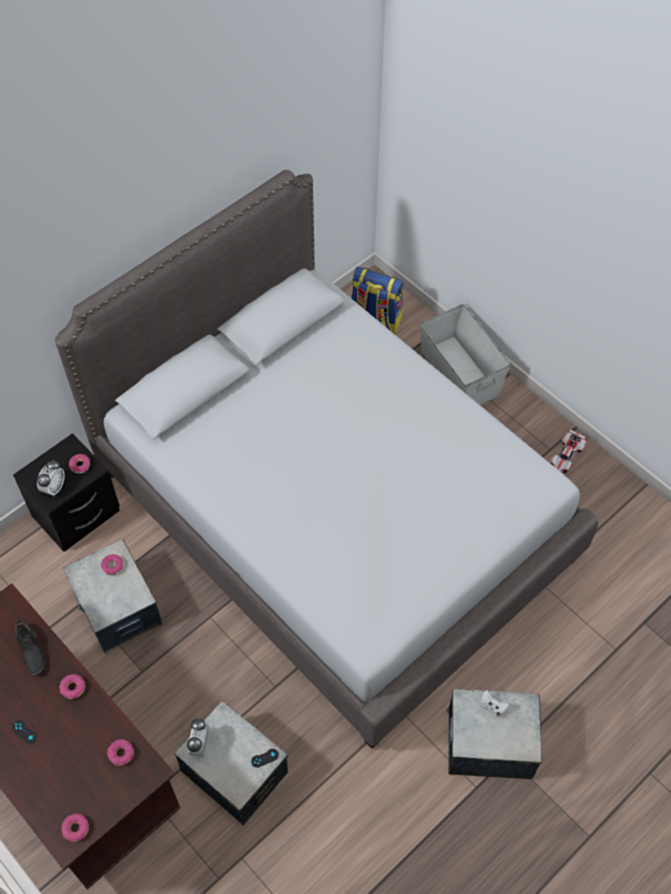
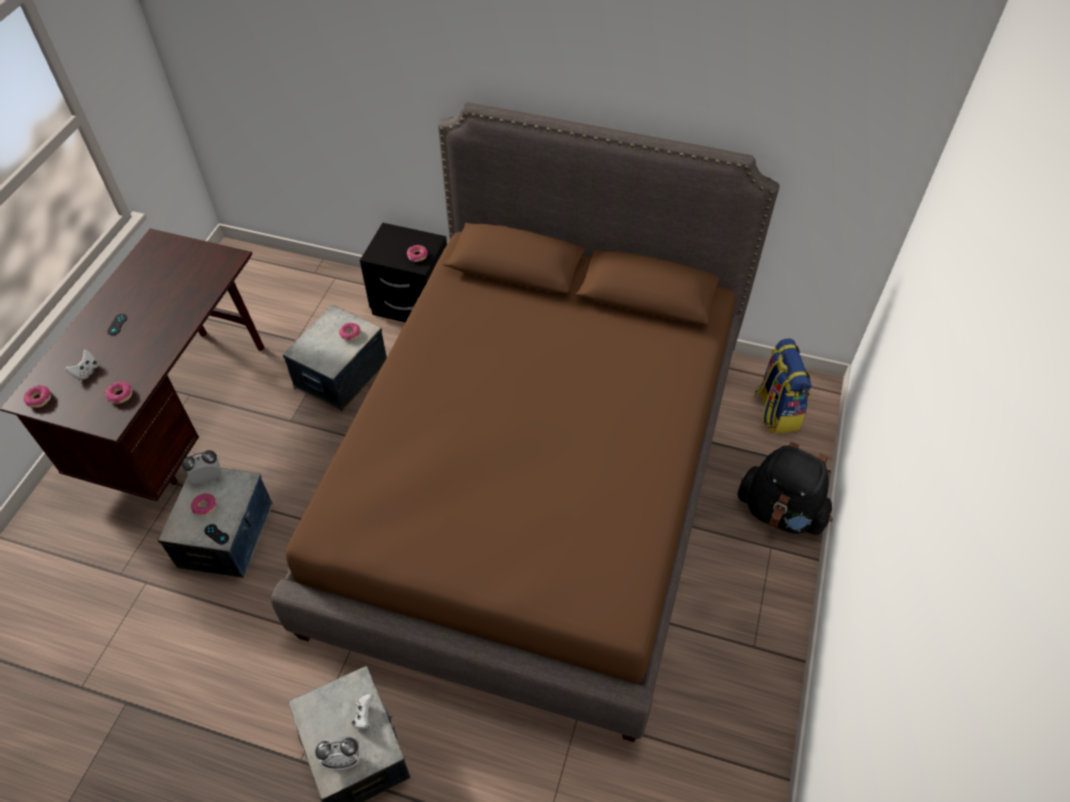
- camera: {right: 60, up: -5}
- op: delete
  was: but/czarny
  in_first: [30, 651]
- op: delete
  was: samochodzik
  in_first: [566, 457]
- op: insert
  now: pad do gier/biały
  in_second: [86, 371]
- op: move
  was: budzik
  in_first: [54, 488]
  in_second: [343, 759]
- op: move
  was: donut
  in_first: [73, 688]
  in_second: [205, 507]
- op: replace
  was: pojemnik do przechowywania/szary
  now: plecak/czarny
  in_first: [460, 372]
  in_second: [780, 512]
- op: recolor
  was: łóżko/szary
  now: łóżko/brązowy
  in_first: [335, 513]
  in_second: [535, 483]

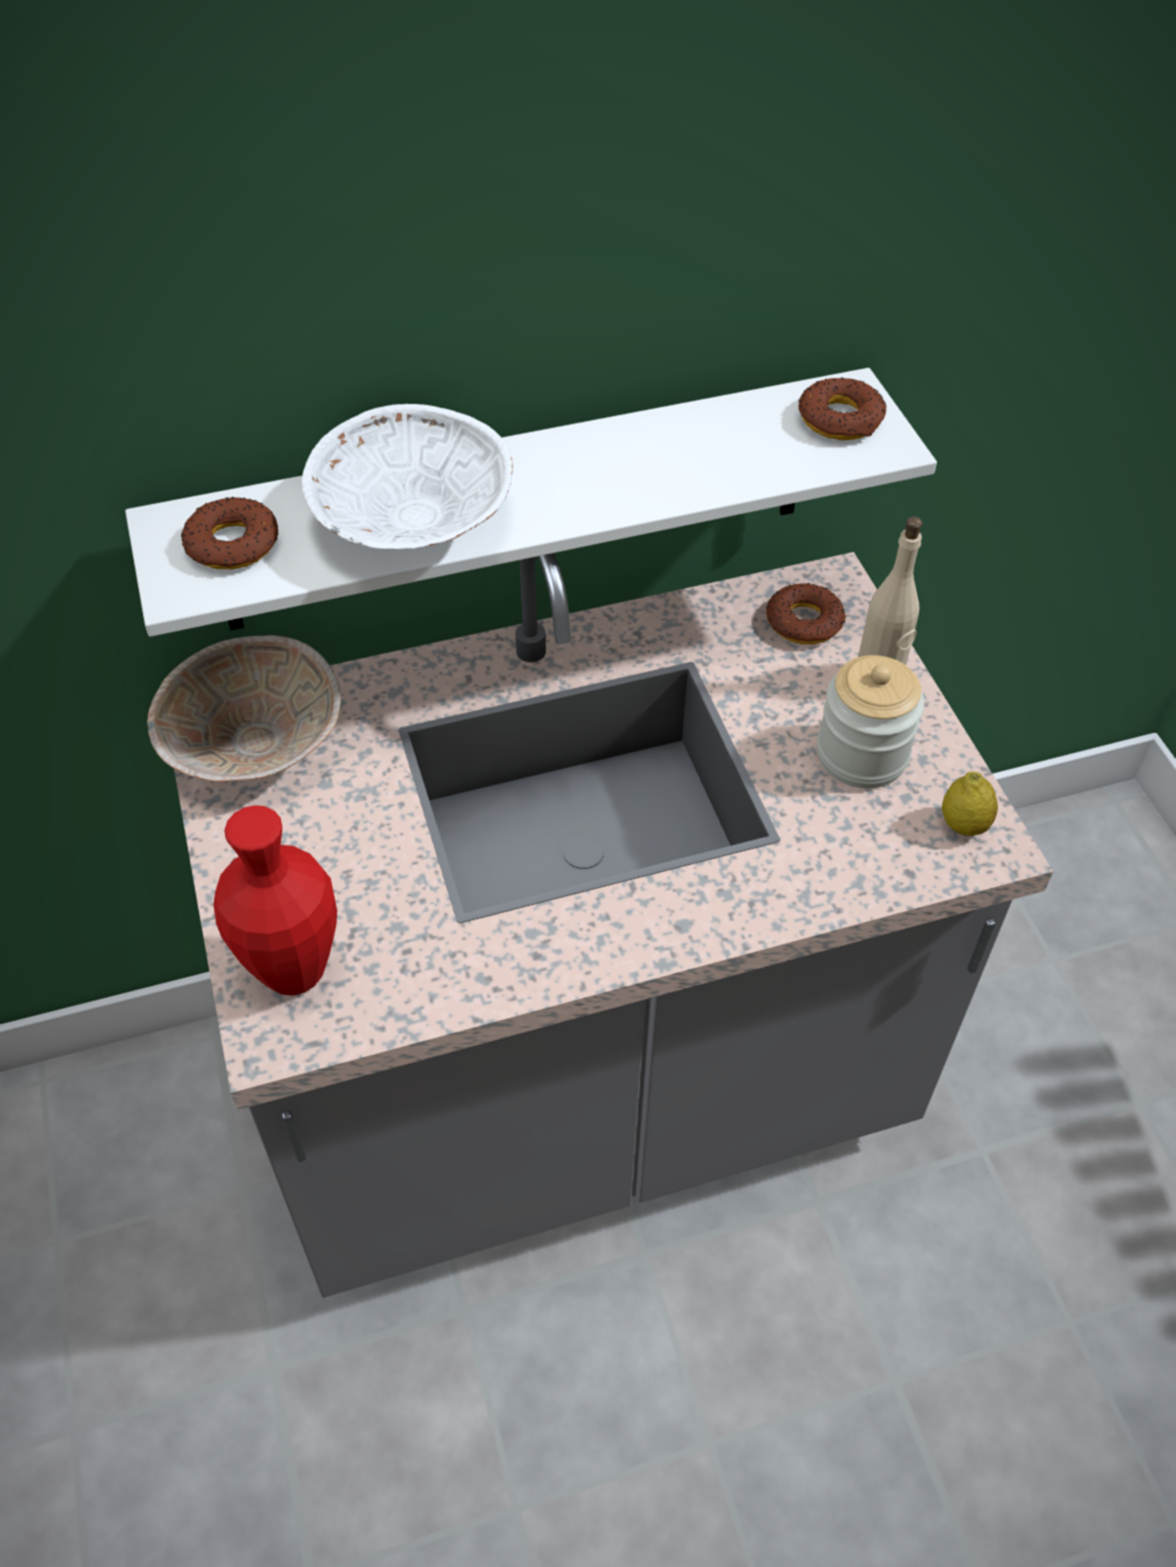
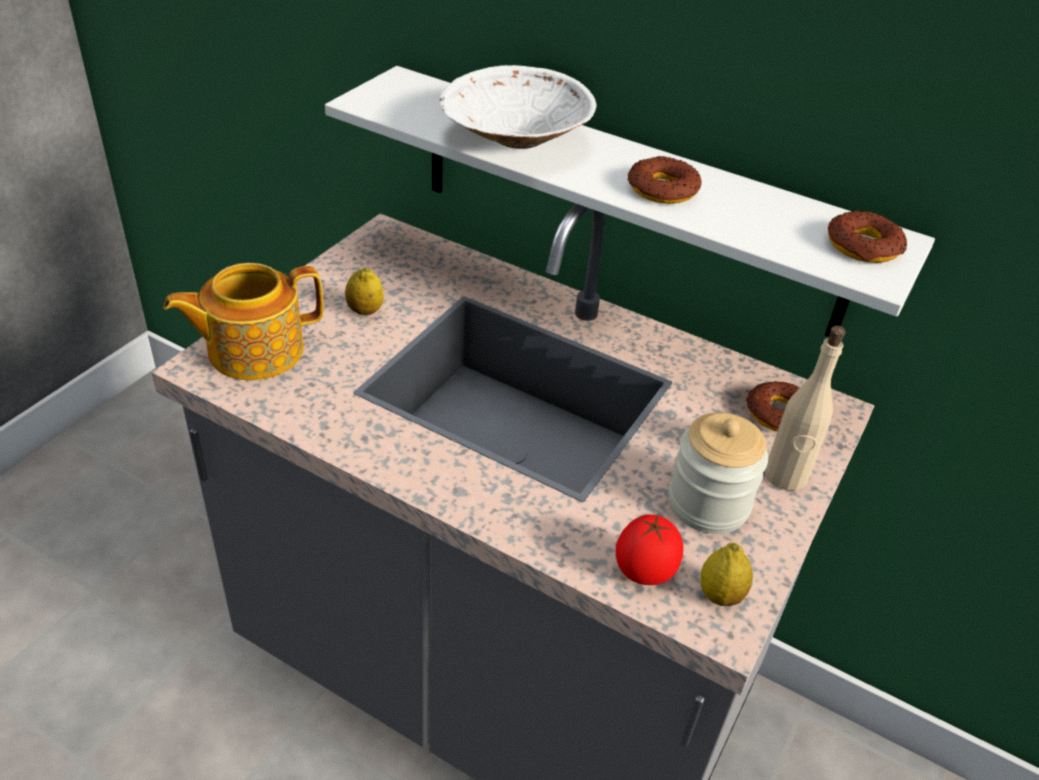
- camera: {right: 45, up: -10}
- op: delete
  was: miska/beżowy
  in_first: [252, 742]
- op: insert
  now: cytryna
  in_second: [365, 311]
- op: insert
  now: pomidor
  in_second: [643, 572]
- op: move
  was: donut
  in_first: [232, 544]
  in_second: [662, 189]
- op: replace
  was: wazon/czerwony
  now: imbryk
  in_first: [294, 971]
  in_second: [253, 350]

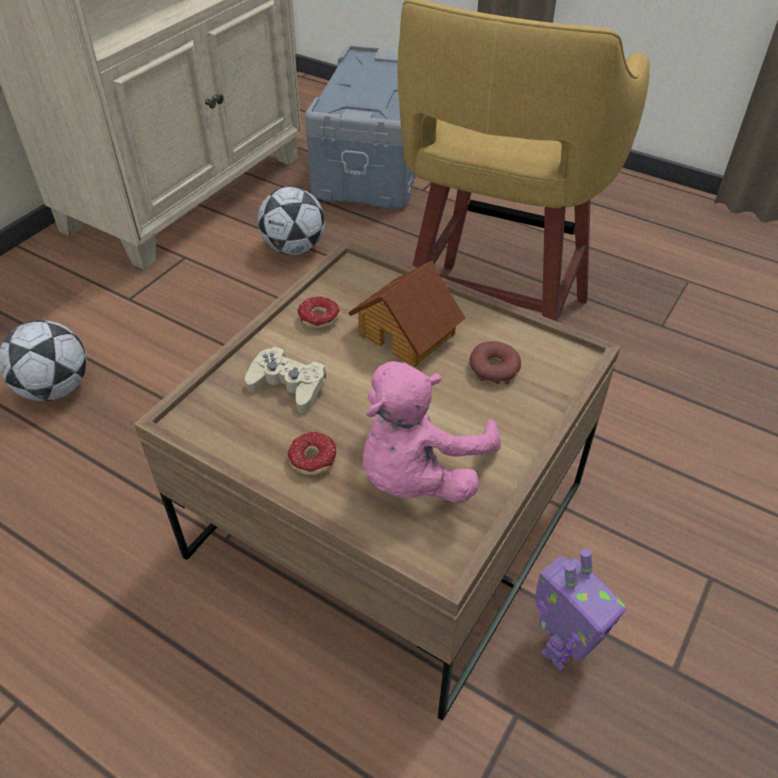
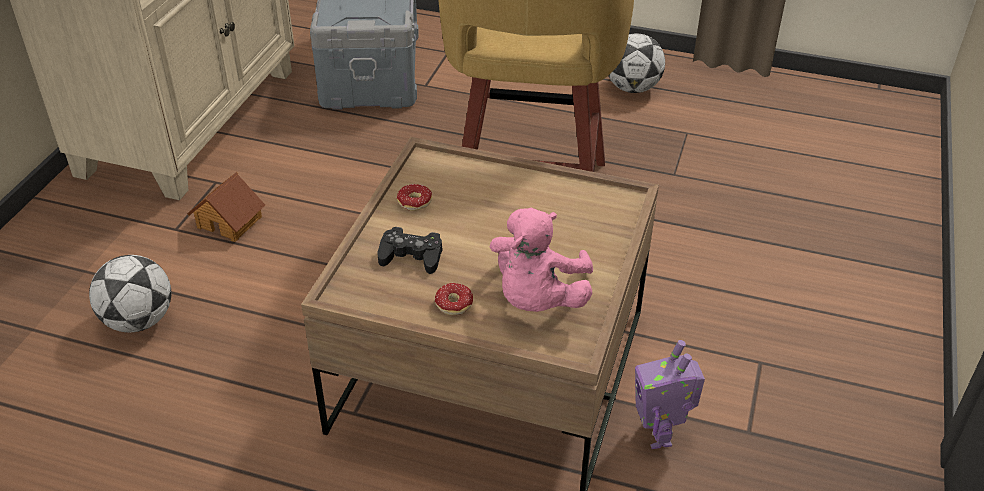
- camera: {right: -15, up: -5}
- op: delete
  was: donut
  in_first: [494, 369]
- op: move
  was: piłka futbolowa
  in_first: [294, 248]
  in_second: [632, 88]
- op: move
  was: domek
  in_first: [408, 333]
  in_second: [230, 221]
- op: recolor
  was: pad do gier/beżowy
  now: pad do gier/czarny
  in_first: [288, 385]
  in_second: [411, 256]
- op: rotate
  was: robot zabawkowy
  in_first: [561, 647]
  in_second: [659, 434]
  clockwise: 135

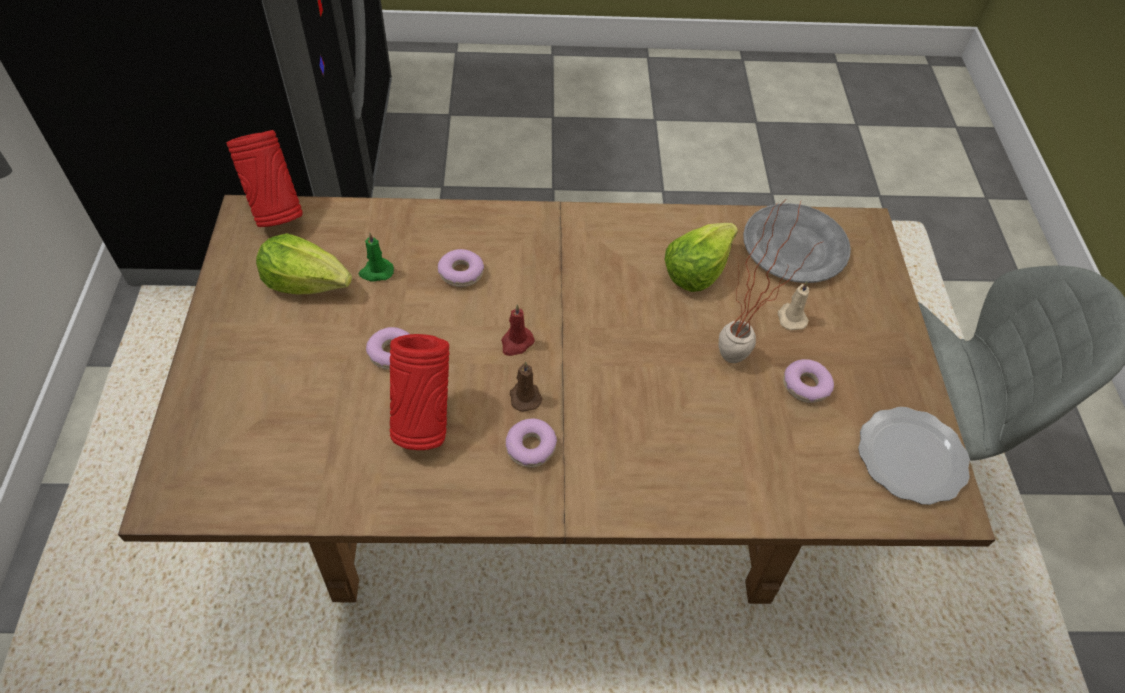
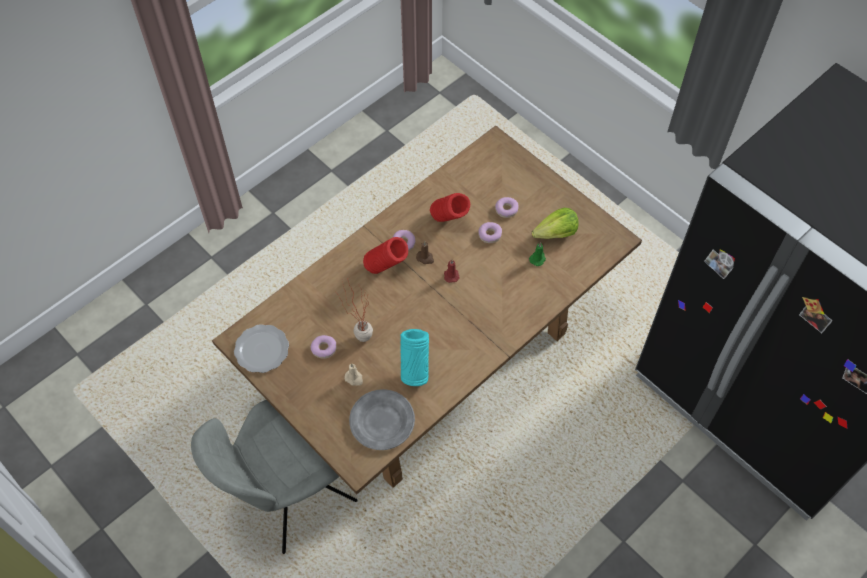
- camera: {right: 140, up: 5}
- op: move
  was: wazon/czerwony
  in_first: [276, 213]
  in_second: [386, 269]
- op: move
  was: donut
  in_first: [461, 273]
  in_second: [506, 209]
- op: replace
  was: sałata
  now: wazon/turkusowy
  in_first: [696, 269]
  in_second: [415, 370]

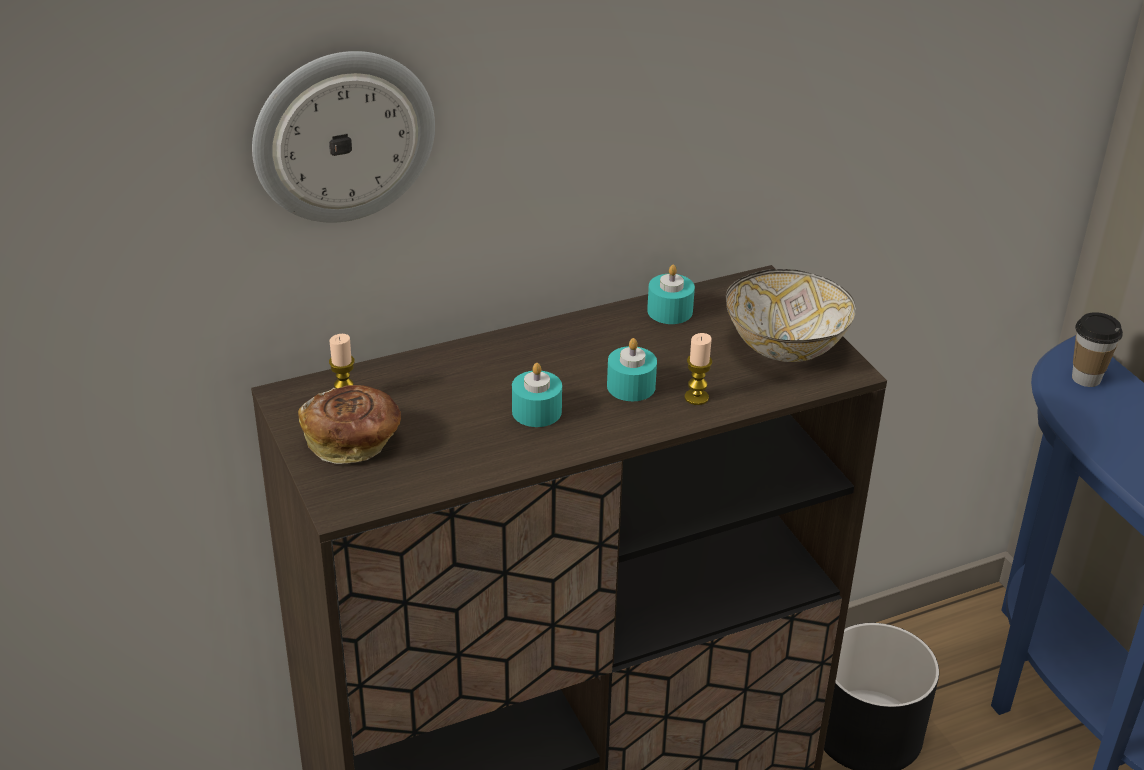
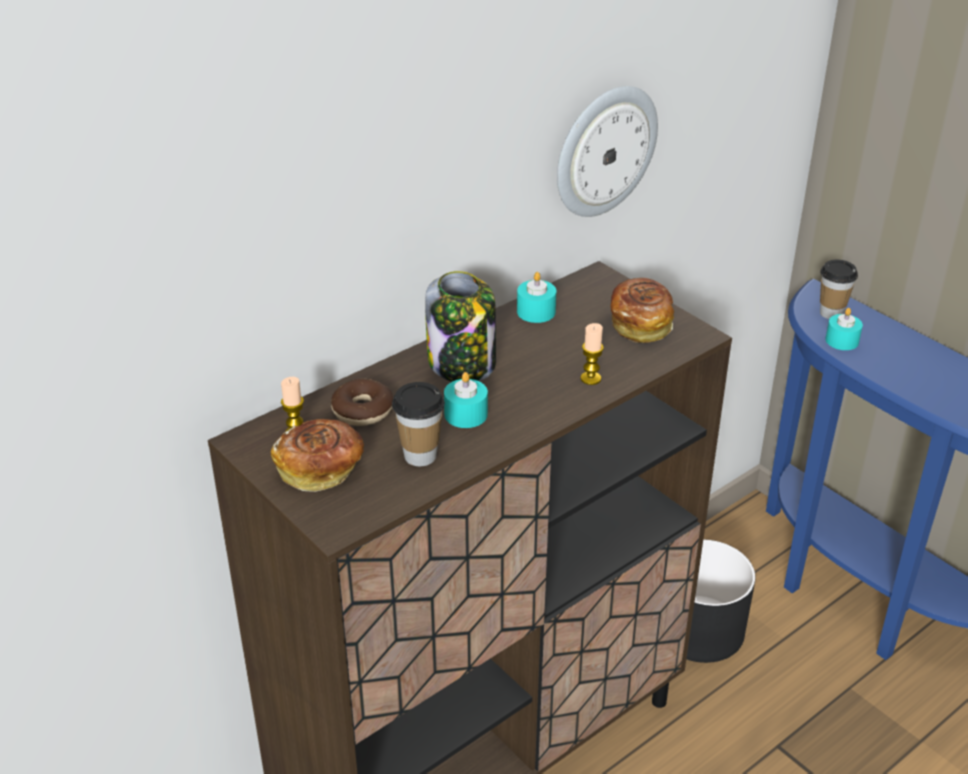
- camera: {right: -15, up: 0}
- op: insert
  now: donut
  in_second: [363, 410]
- op: insert
  now: filiżanka
  in_second: [420, 456]
- op: insert
  now: słoik
  in_second: [462, 364]
- op: move
  was: zegar ścienny
  in_first: [343, 136]
  in_second: [604, 150]
- op: move
  was: świeca/turkusowy
  in_first: [631, 386]
  in_second: [842, 340]
- op: replace
  was: miska
  now: chleb
  in_first: [784, 346]
  in_second: [640, 324]

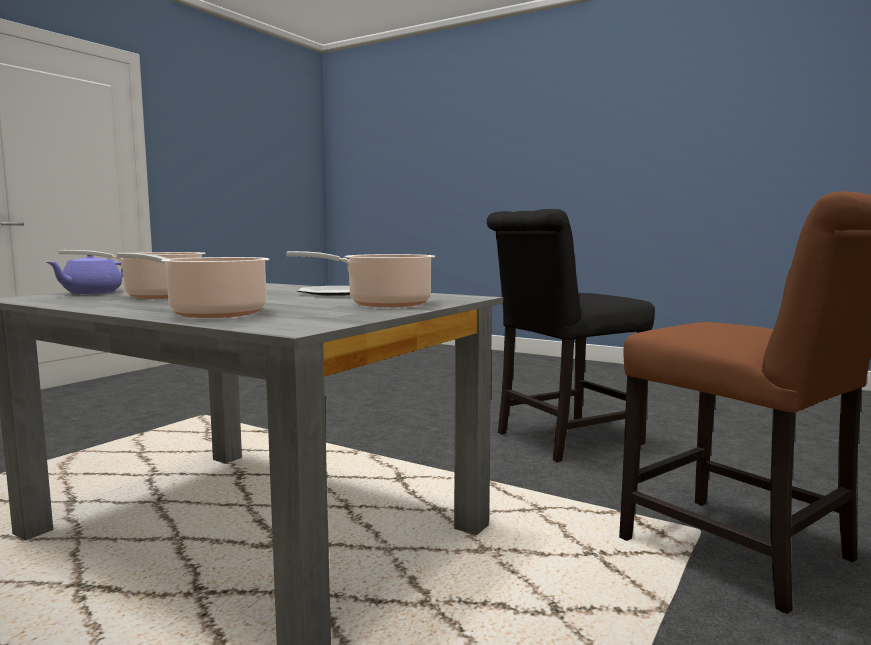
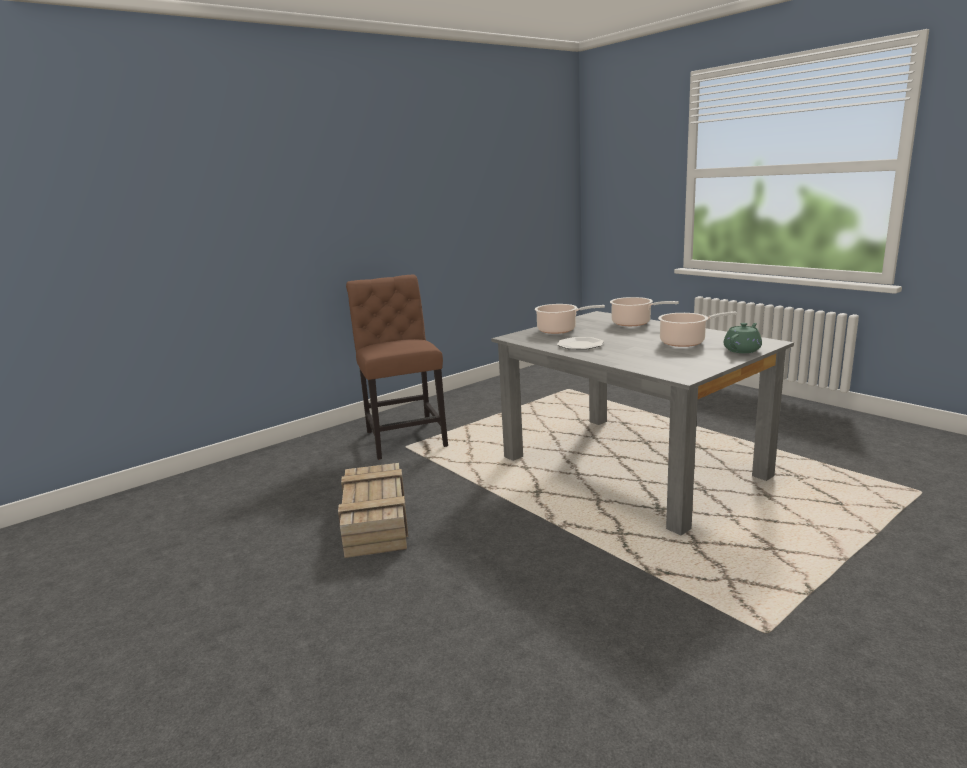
- camera: {right: -160, up: 10}
- op: replace
  was: krzesło/czarny
  now: skrzynka
  in_first: [562, 440]
  in_second: [376, 522]
- op: recolor
  was: imbryk/fioletowy
  now: imbryk/zielony
  in_first: [91, 293]
  in_second: [742, 350]

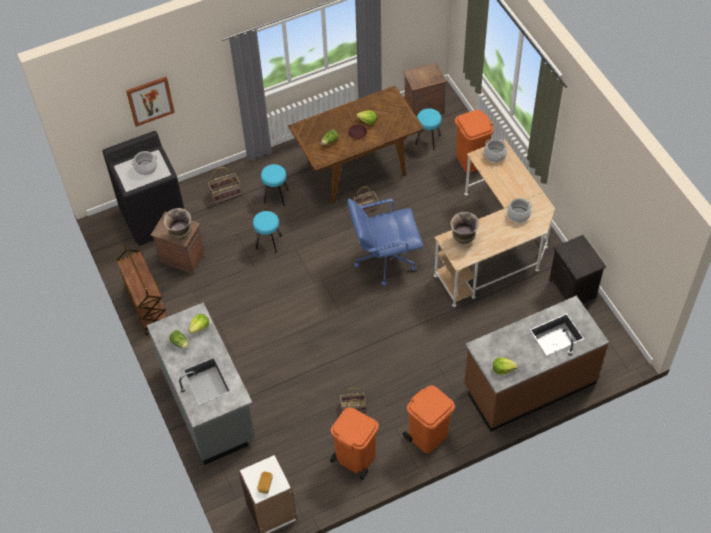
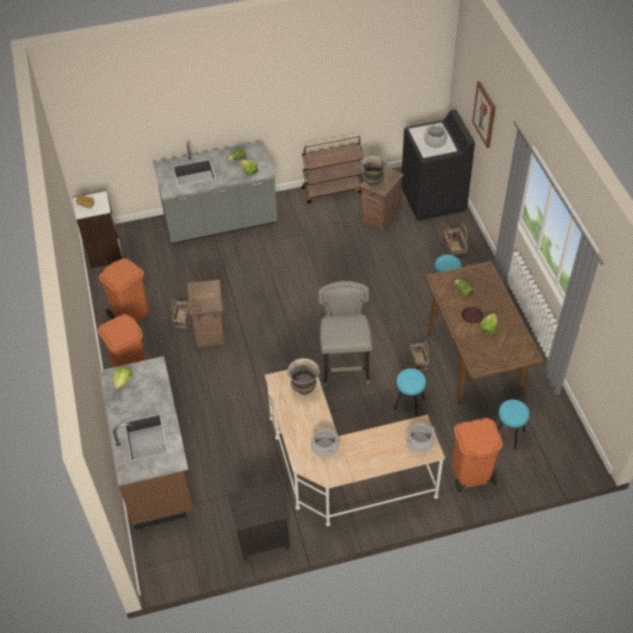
- camera: {right: 100, up: -5}
- op: move
  was: stołek/turkusowy
  in_first: [268, 242]
  in_second: [409, 403]
- op: move
  was: skrzynka
  in_first: [423, 108]
  in_second: [210, 331]
- op: replace
  was: krzesło biurowe/niebieski
  now: stołek/szary
  in_first: [384, 259]
  in_second: [345, 367]

